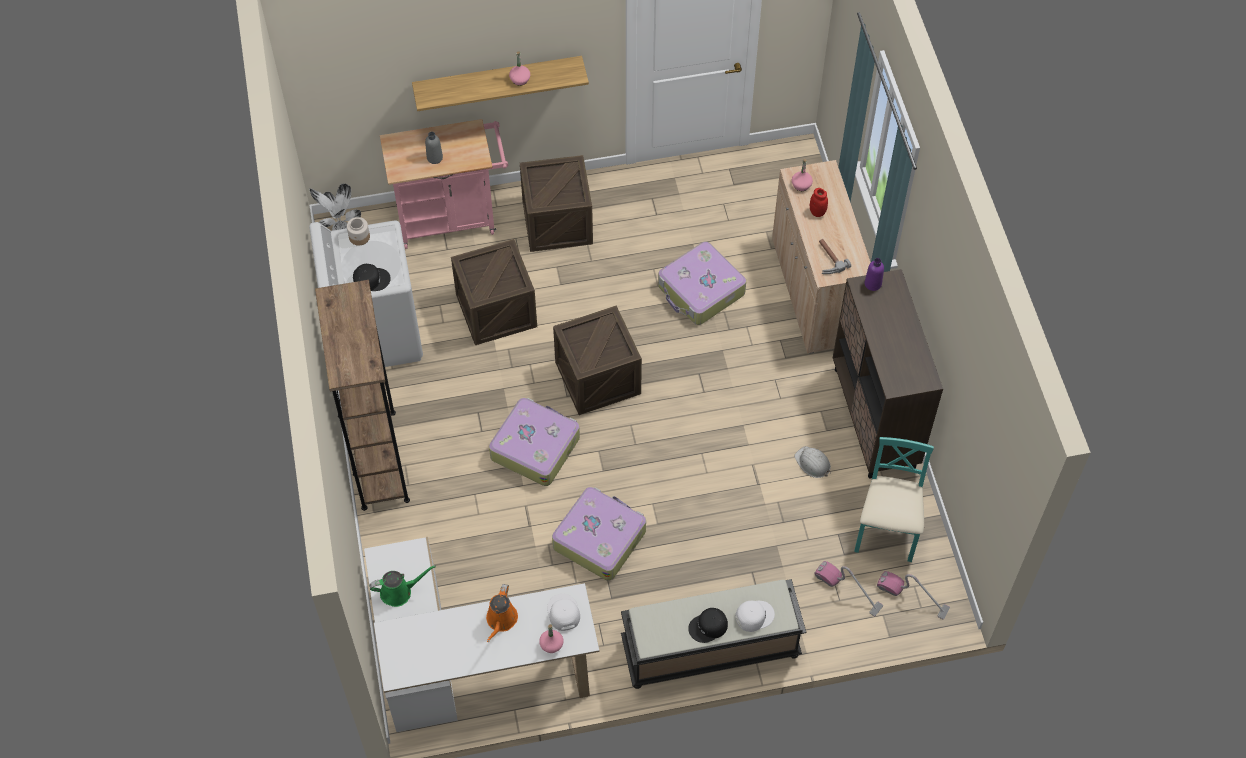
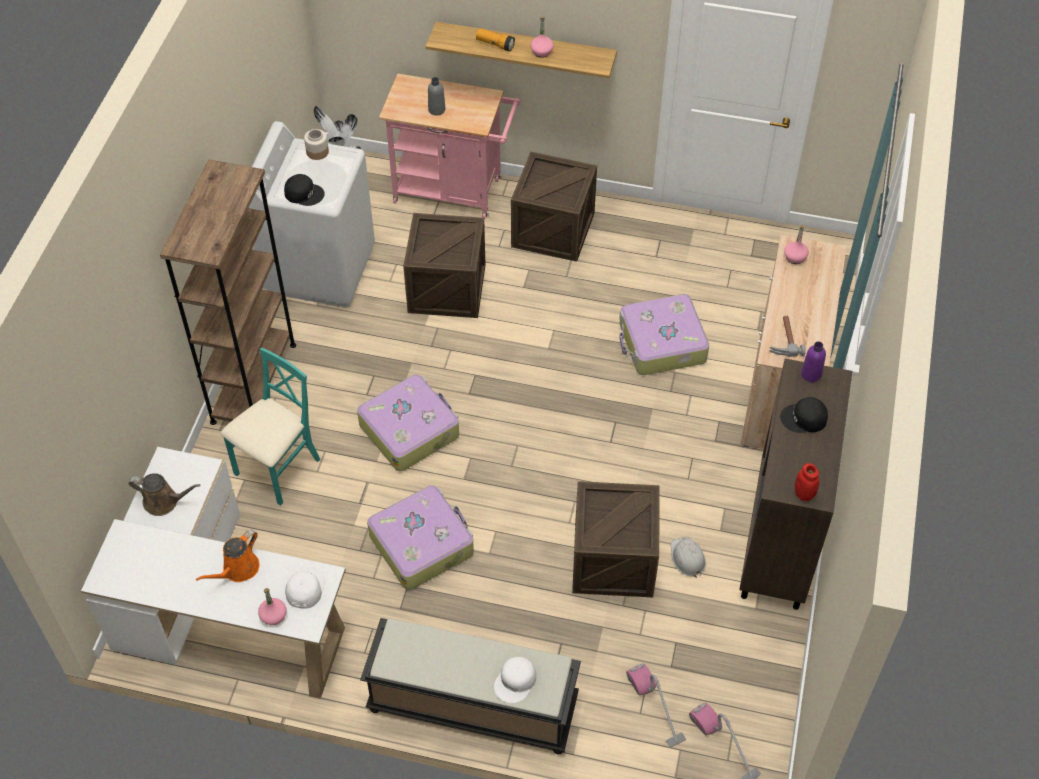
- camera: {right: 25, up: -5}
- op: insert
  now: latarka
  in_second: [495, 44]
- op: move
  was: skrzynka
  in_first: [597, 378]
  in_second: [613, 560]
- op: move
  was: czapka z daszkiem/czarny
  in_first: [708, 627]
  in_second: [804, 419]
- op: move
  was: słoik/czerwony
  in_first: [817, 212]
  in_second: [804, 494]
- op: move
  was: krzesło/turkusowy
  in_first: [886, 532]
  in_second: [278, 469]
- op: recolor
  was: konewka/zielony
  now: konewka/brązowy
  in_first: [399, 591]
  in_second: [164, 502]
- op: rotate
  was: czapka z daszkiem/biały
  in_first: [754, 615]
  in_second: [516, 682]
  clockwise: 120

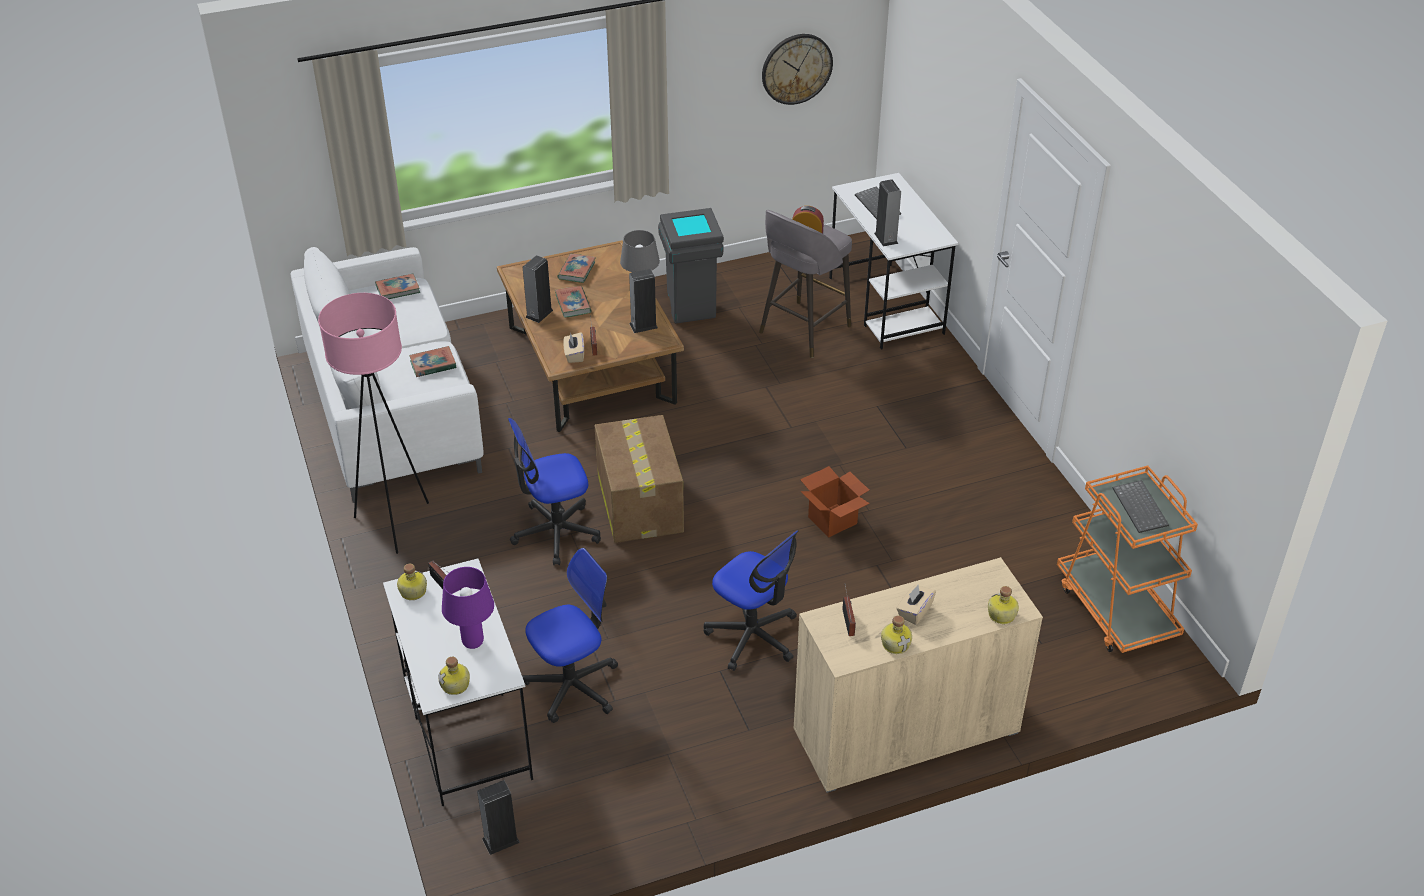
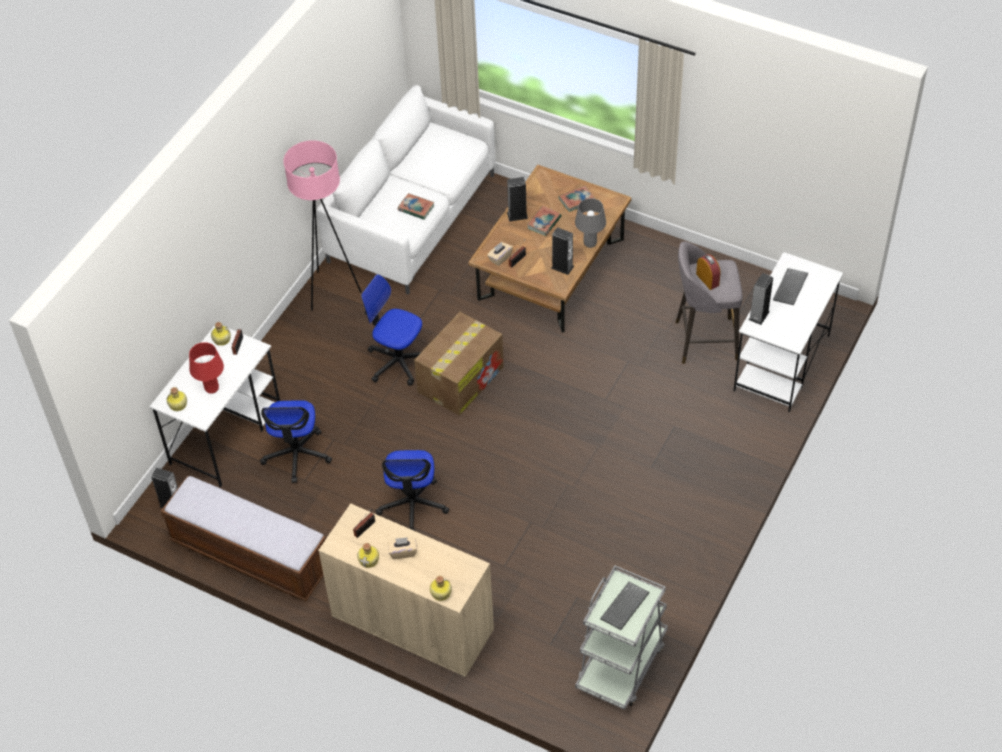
- camera: {right: 50, up: 10}
- op: delete
  was: książka
  in_first: [398, 289]
- op: delete
  was: kosz na śmieci/szary
  in_first: [690, 308]
- op: delete
  was: zegar ścienny
  in_first: [796, 68]
- op: delete
  was: karton
  in_first: [832, 521]
- op: insert
  now: ławka
  in_second: [250, 555]
- op: recolor
  was: lampa stołowa/fioletowy
  now: lampa stołowa/czerwony
  in_first: [473, 642]
  in_second: [212, 389]
- op: recolor
  was: wózek/pomarańczowy
  now: wózek/szary
  in_first: [1116, 609]
  in_second: [621, 664]
- op: rotate
  was: krzesło biurowe
  in_first: [572, 685]
  in_second: [296, 455]
  clockwise: 75

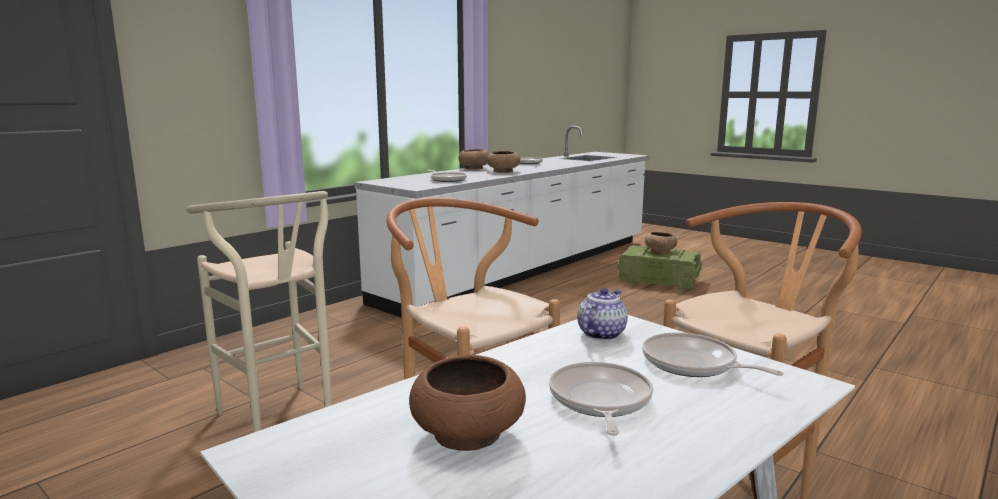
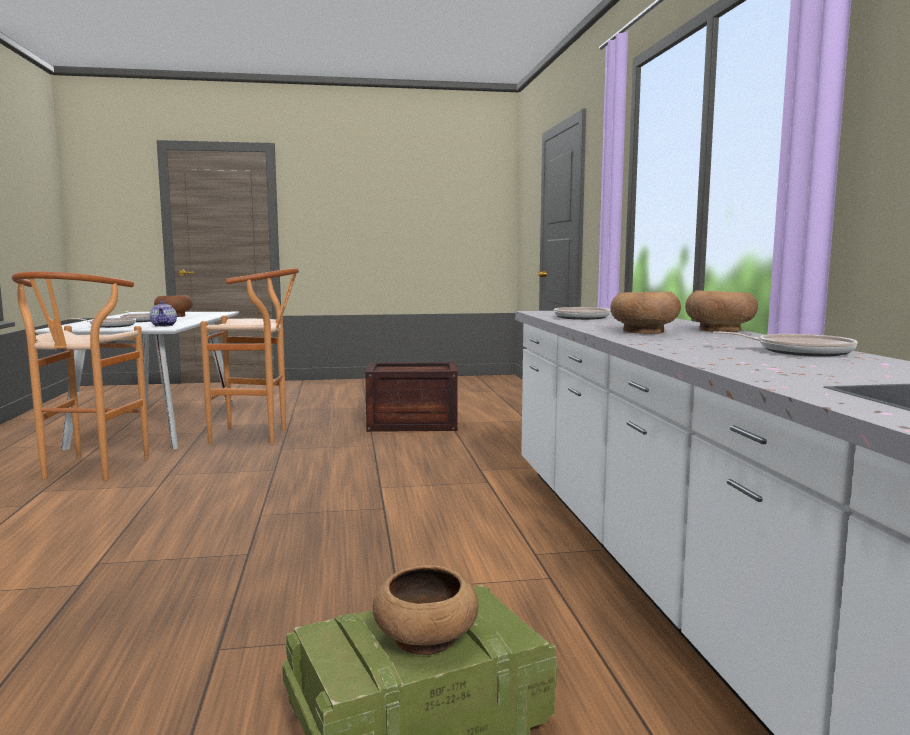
- camera: {right: 130, up: -5}
- op: replace
  was: stołek/beżowy
  now: skrzynka
  in_first: [282, 418]
  in_second: [411, 424]

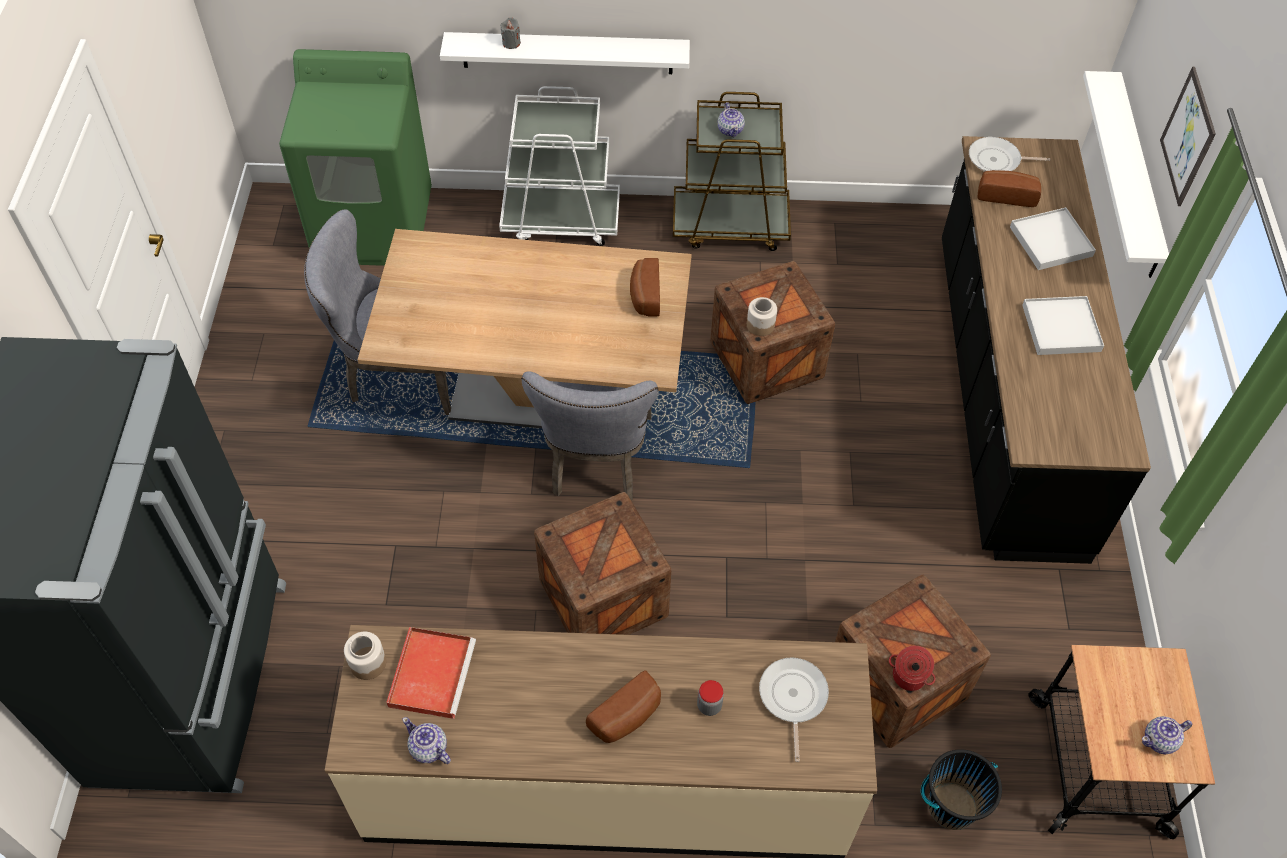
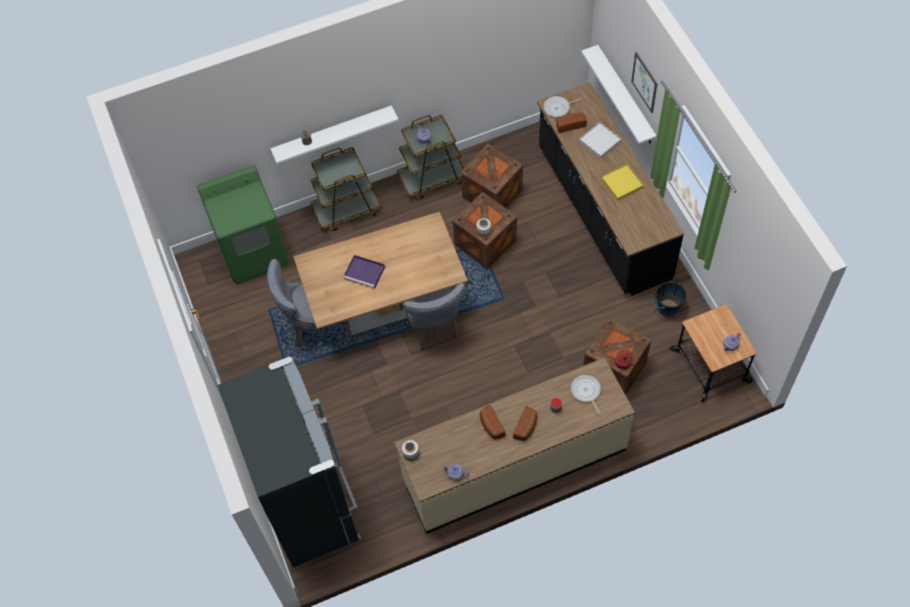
- camera: {right: -20, up: 5}
- op: delete
  was: taca/czerwony
  in_first: [432, 672]
- op: insert
  now: taca/fioletowy
  in_second: [365, 272]
- op: move
  was: skrzynka
  in_first: [603, 598]
  in_second: [492, 194]
- op: move
  was: chleb
  in_first: [644, 295]
  in_second: [490, 426]
- op: move
  was: wiadro/czarny
  in_first: [951, 806]
  in_second: [667, 308]
- op: recolor
  was: wózek/biały
  now: wózek/brązowy
  in_first: [561, 220]
  in_second: [347, 210]
- op: recolor
  was: taca/biały
  now: taca/żółty
  in_first: [1061, 328]
  in_second: [622, 183]

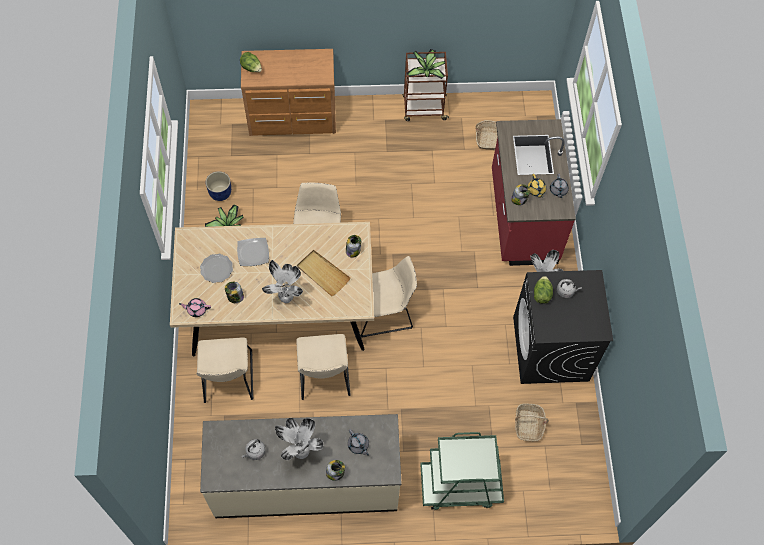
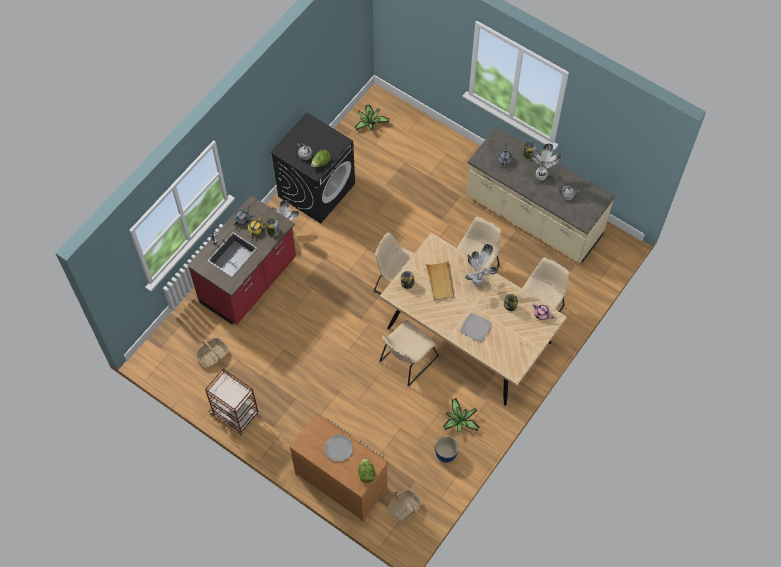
- camera: {right: -140, up: 0}
- op: delete
  was: wózek/zielony
  in_first: [460, 485]
- op: move
  was: talerz
  in_first: [216, 269]
  in_second: [338, 448]
- op: move
  was: roślina doniczkowa
  in_first: [427, 71]
  in_second: [370, 122]
- op: move
  was: koszyk
  in_first: [528, 425]
  in_second: [405, 507]

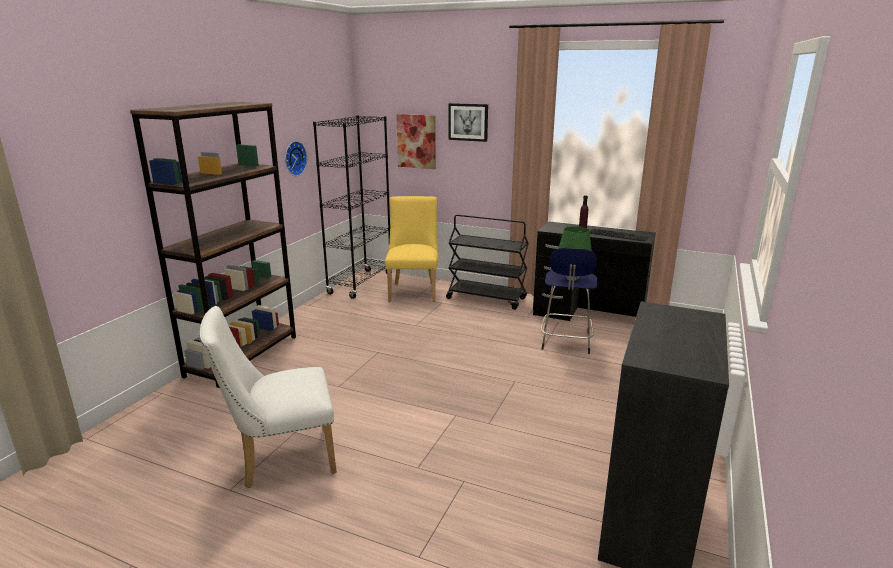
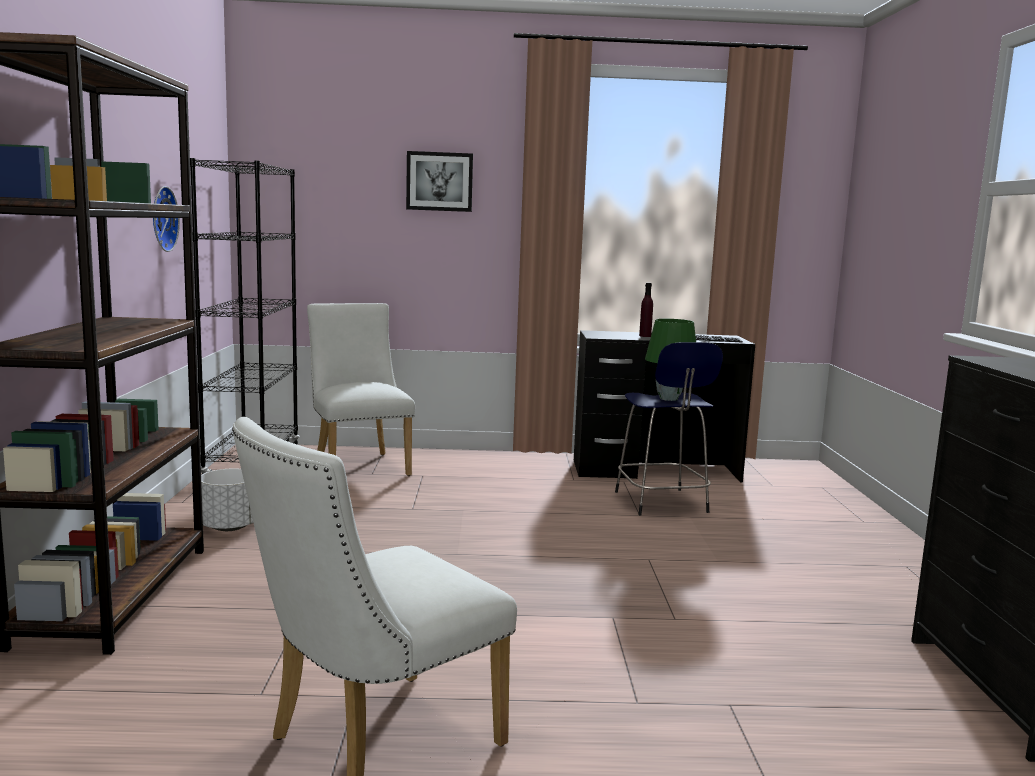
- camera: {right: -25, up: -10}
- op: delete
  was: obraz
  in_first: [416, 141]
- op: delete
  was: wózek/czarny
  in_first: [487, 298]
- op: insert
  now: donica/biały
  in_second: [230, 527]
- op: recolor
  was: krzesło/żółty
  now: krzesło/biały
  in_first: [413, 291]
  in_second: [359, 465]

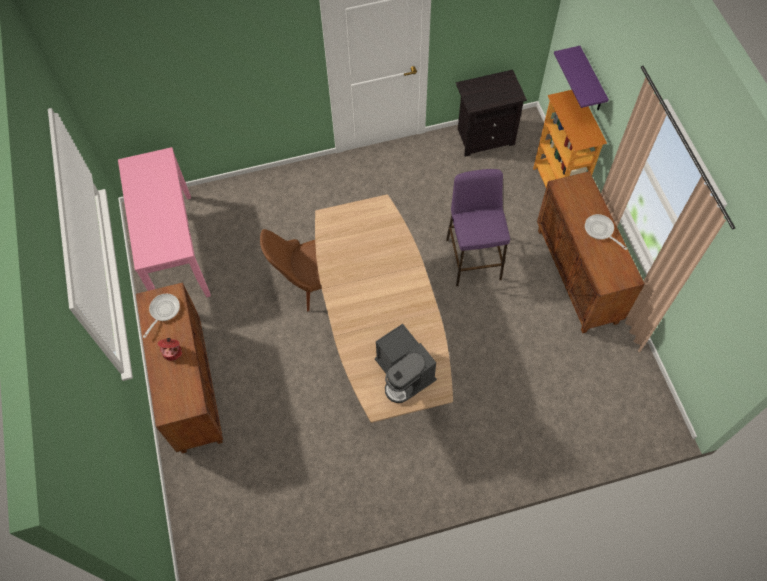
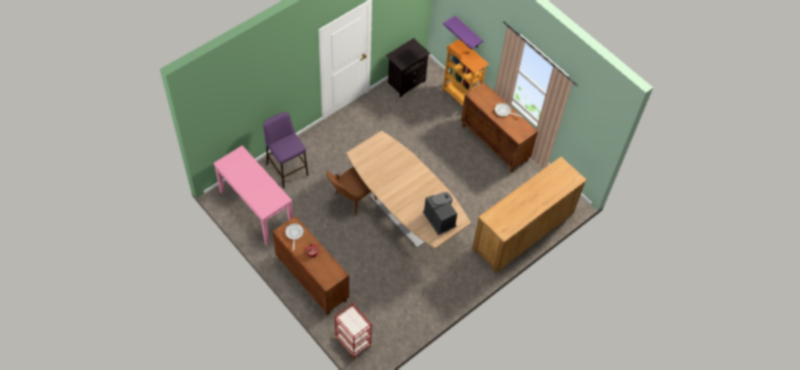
- camera: {right: -30, up: -5}
- op: insert
  now: wózek/czerwony
  in_second: [352, 342]
- op: insert
  now: komoda/brązowy
  in_second: [523, 231]
- op: move
  was: stołek/fioletowy
  in_first: [473, 259]
  in_second: [287, 169]
- op: rotate
  was: ekspres do kawy
  in_first: [404, 373]
  in_second: [439, 218]
  clockwise: -150

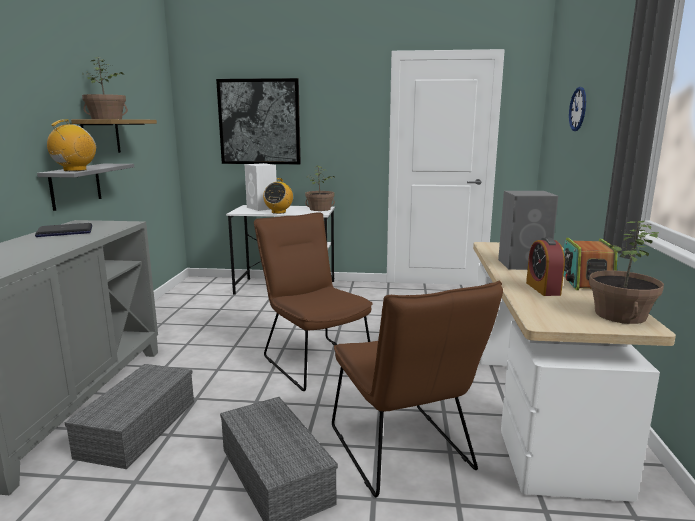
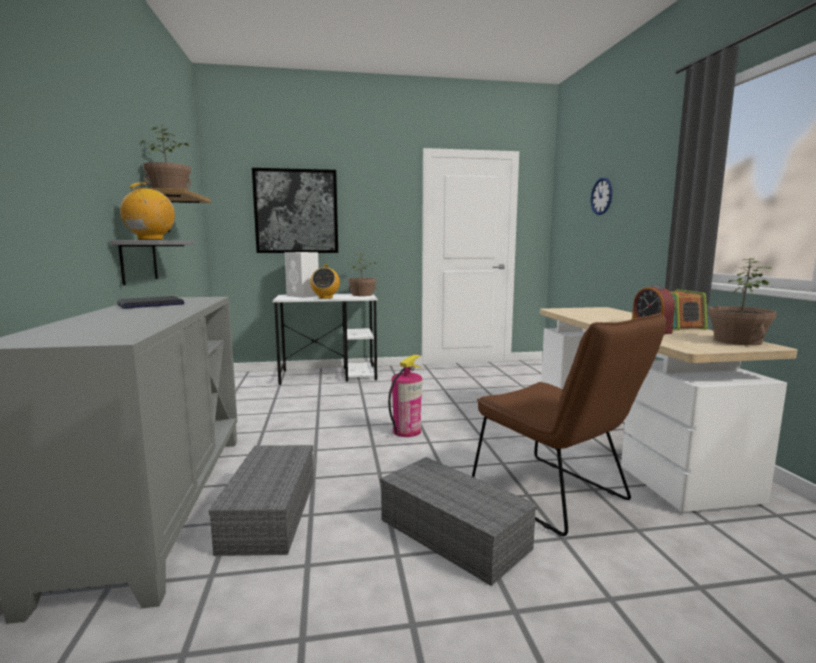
- camera: {right: -15, up: -5}
- op: delete
  was: głośnik/szary
  in_first: [524, 264]
- op: replace
  was: krzesło/brązowy
  now: gaśnica
  in_first: [313, 360]
  in_second: [406, 431]

